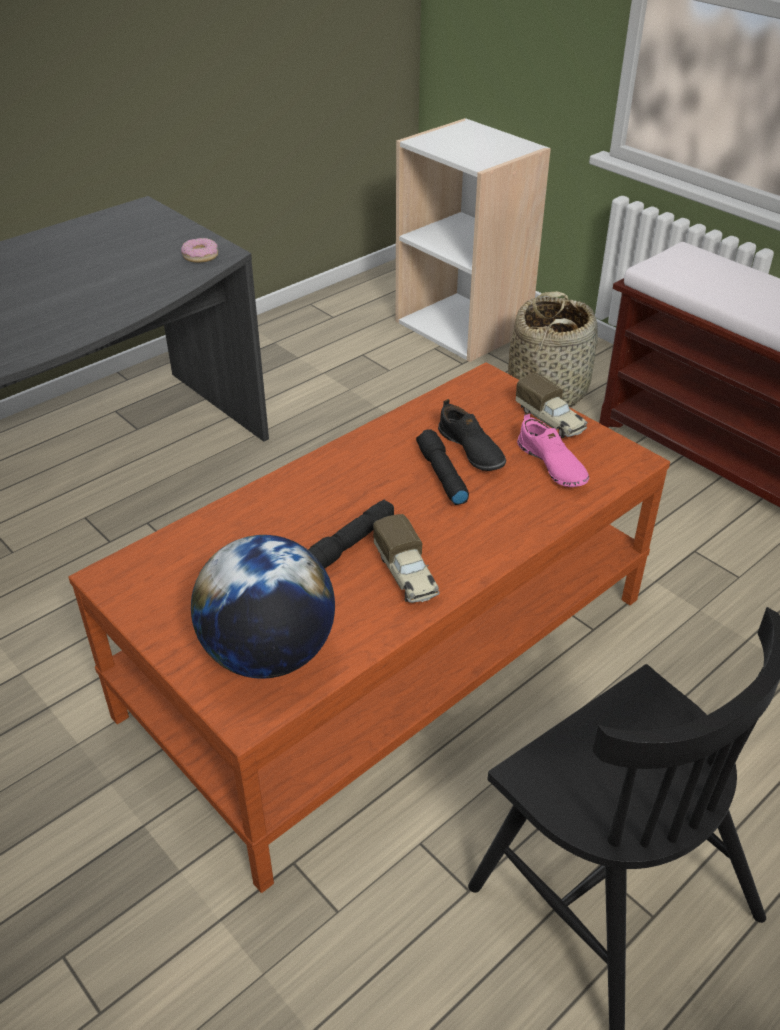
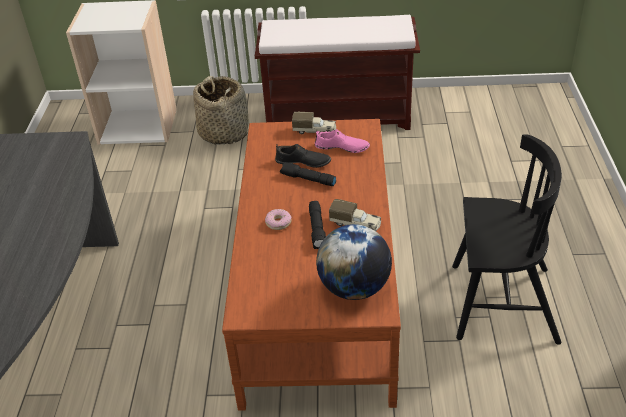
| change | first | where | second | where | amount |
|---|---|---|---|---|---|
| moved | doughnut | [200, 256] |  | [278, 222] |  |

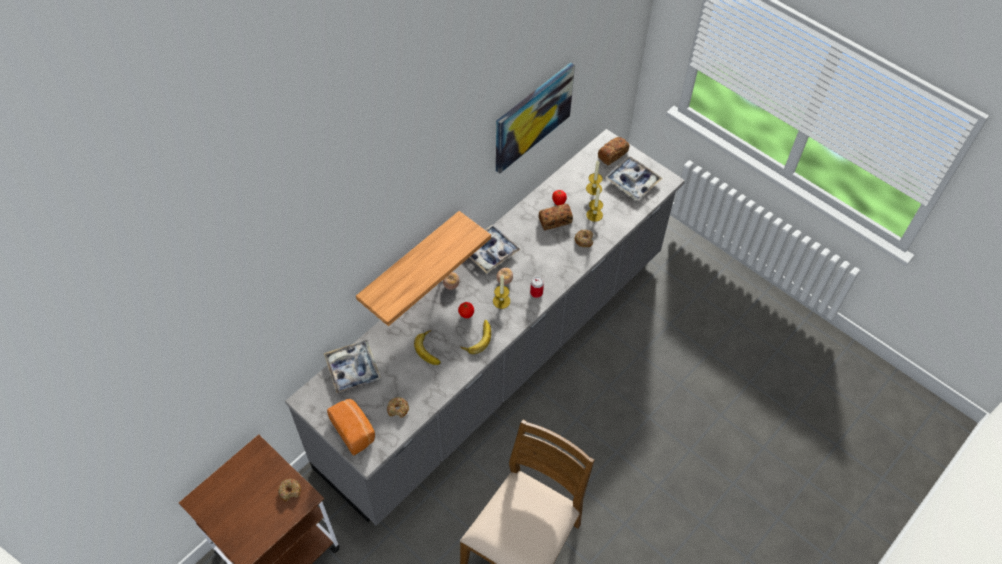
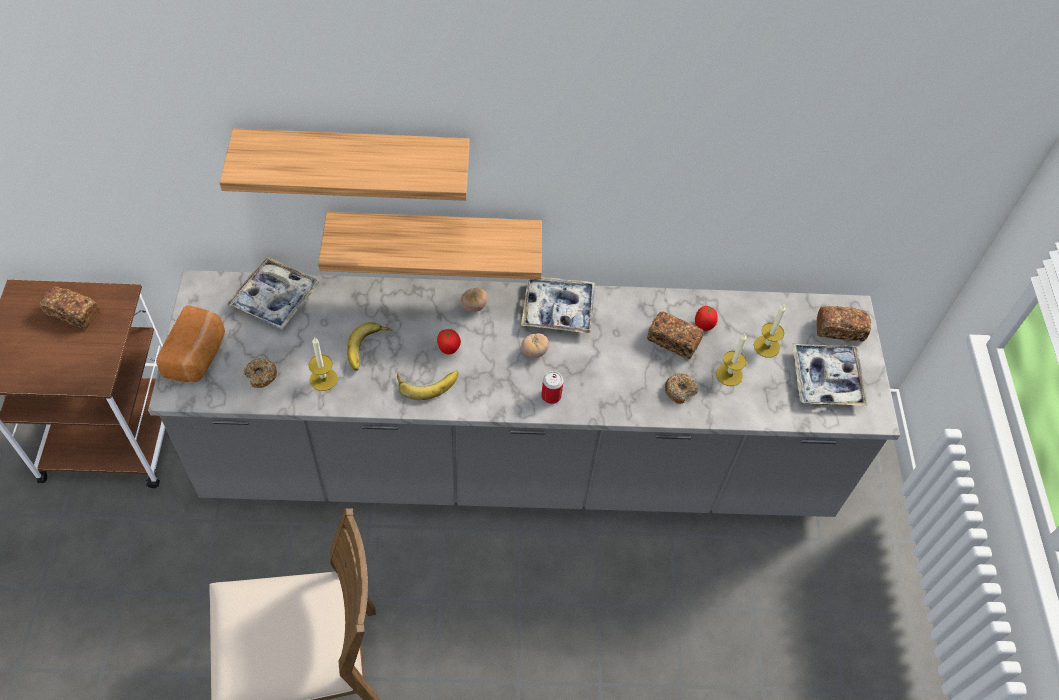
| change | first | where | second | where | amount |
|---|---|---|---|---|---|
| added |  |  | bread | [73, 313] |  |
| added |  |  | bracket shelf | [354, 158] |  |
| moved | wax candle | [501, 301] |  | [323, 379] |  |
| removed | doughnut | [290, 491] |  |  |  |
| removed | picture | [532, 117] |  |  |  |

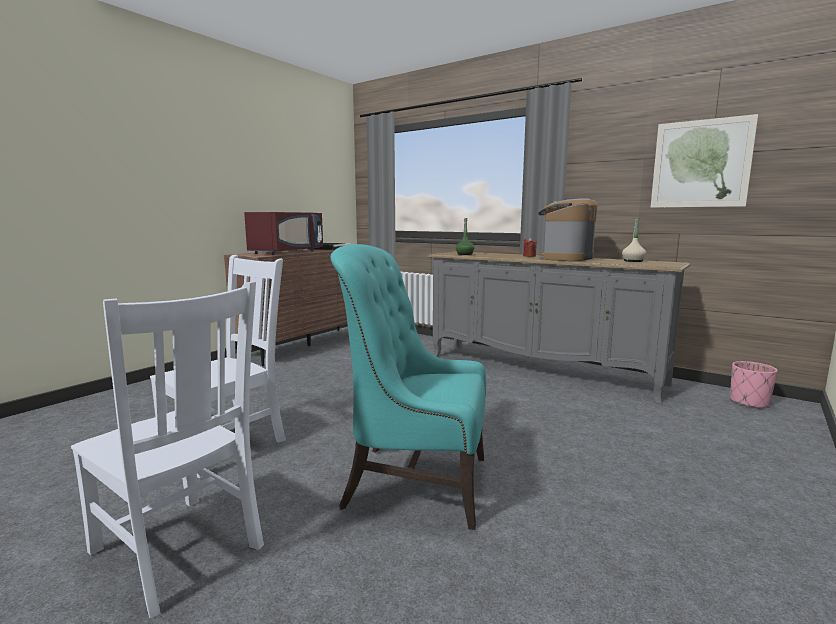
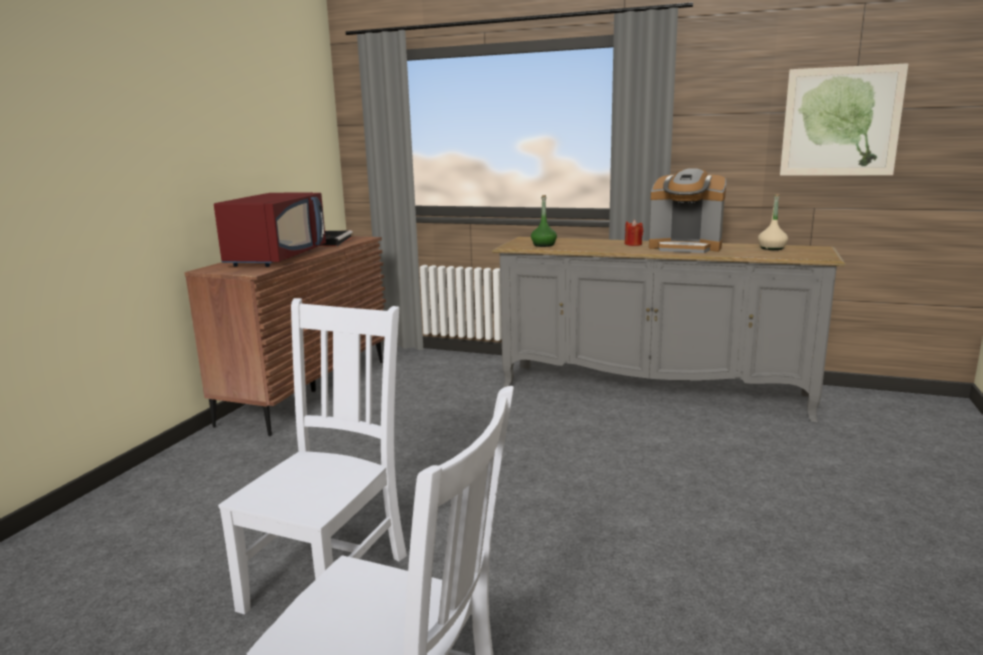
| change | first | where | second | where | amount |
|---|---|---|---|---|---|
| turned | coffee maker | [565, 258] |  | [685, 247] | 90 degrees counterclockwise |
| removed | turquoise upright chair | [414, 482] |  |  |  |
| removed | pink plant pot | [749, 402] |  |  |  |

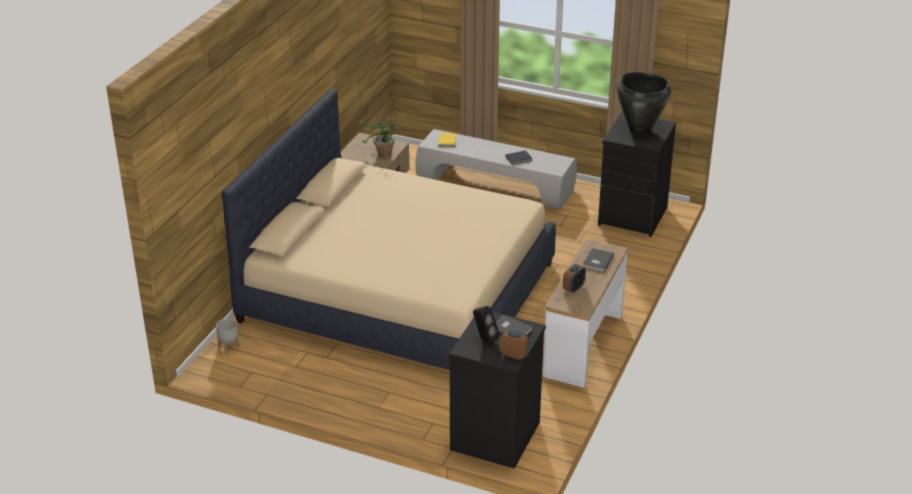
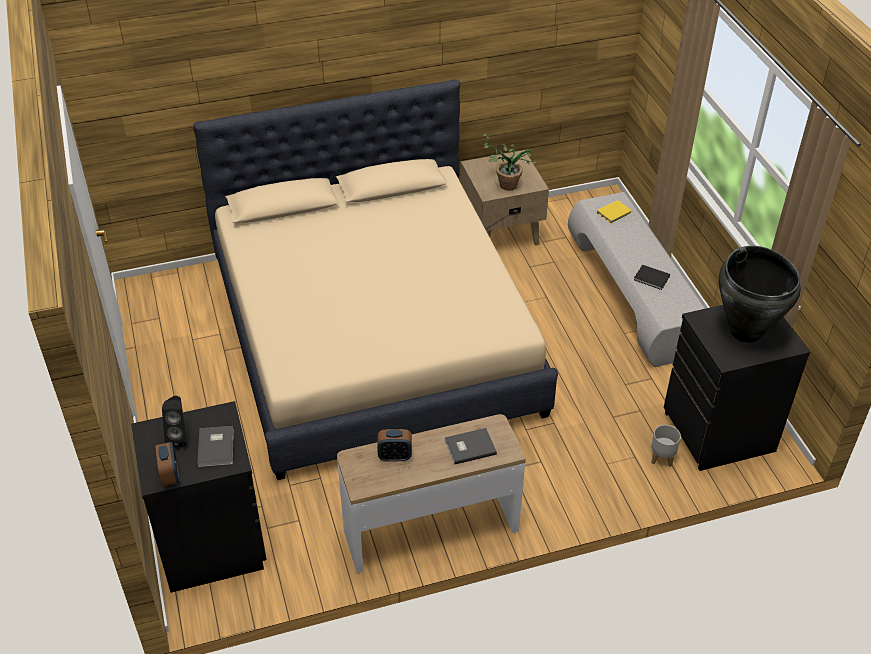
| change | first | where | second | where | amount |
|---|---|---|---|---|---|
| moved | grey plant pot | [229, 347] |  | [662, 458] |  |

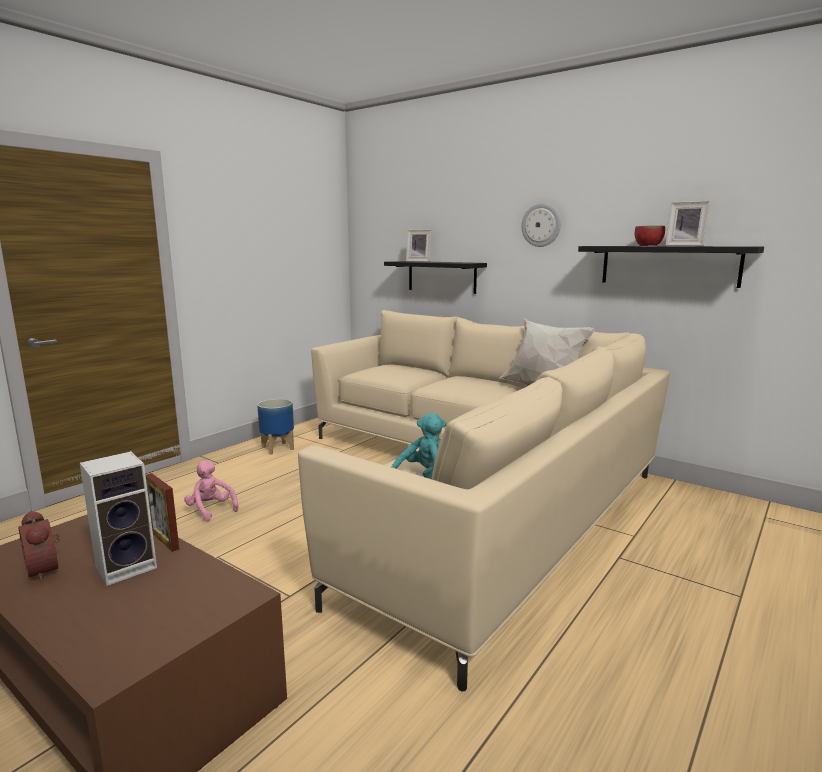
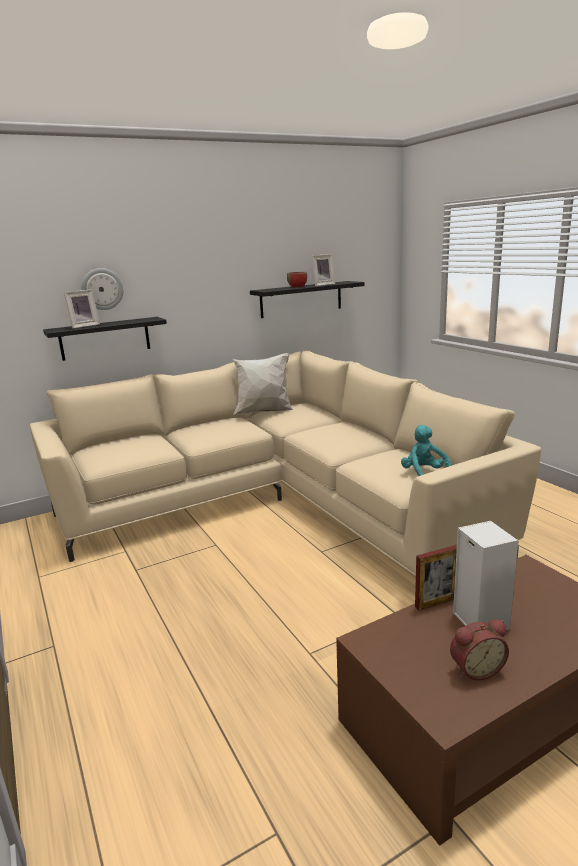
| change | first | where | second | where | amount |
|---|---|---|---|---|---|
| moved | clock on the wall | [541, 225] |  | [102, 289] |  |
| removed | pink soft toy | [211, 510] |  |  |  |
| removed | plant pot | [278, 448] |  |  |  |

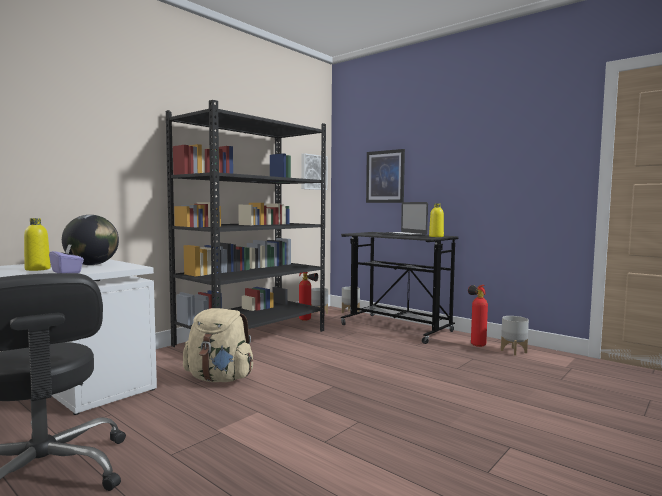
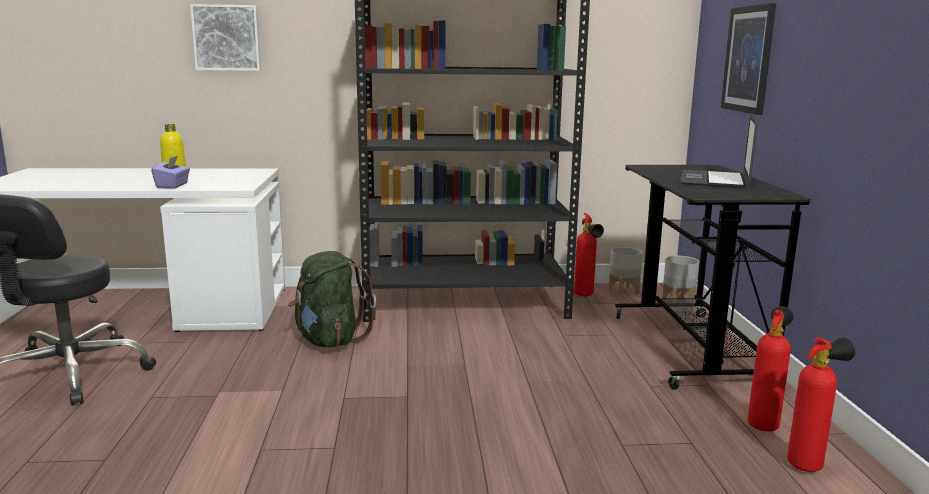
| change | first | where | second | where | amount |
|---|---|---|---|---|---|
| moved | picture | [313, 172] |  | [227, 38] |  |
| recoloured | beige knapsack | [219, 378] | green-coloured knapsack | [329, 340] |  |
| replaced | grey plant pot | [514, 351] | fire-fighting cylinder | [809, 464] |  |
| removed | world globe | [92, 265] |  |  |  |
| removed | yellowish bottle | [436, 236] |  |  |  |

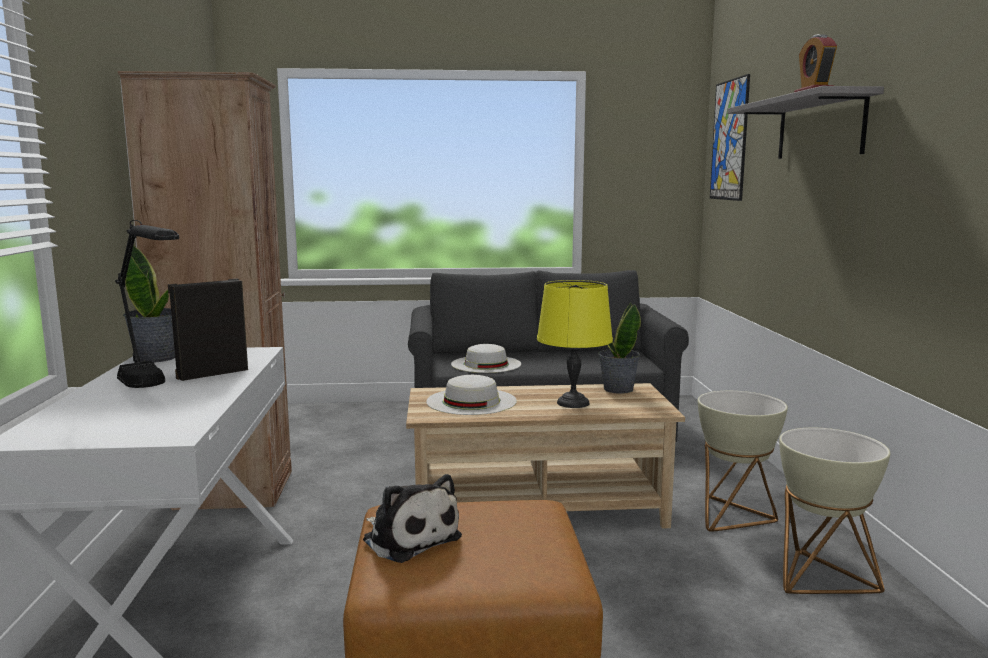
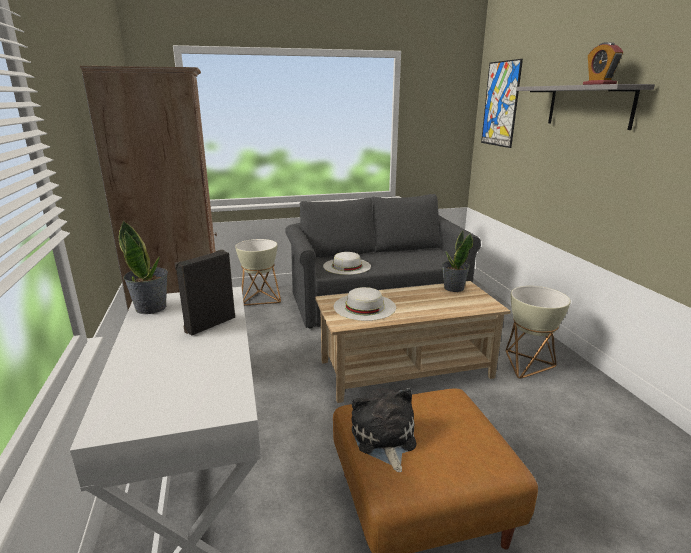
| change | first | where | second | where | amount |
|---|---|---|---|---|---|
| moved | plant pot | [821, 577] |  | [260, 299] |  |
| turned | soft toy | [409, 538] |  | [384, 438] | 135 degrees counterclockwise |
| removed | black-coloured lamp for a table | [153, 388] |  |  |  |
| removed | yellowish lamp for a table | [572, 403] |  |  |  |

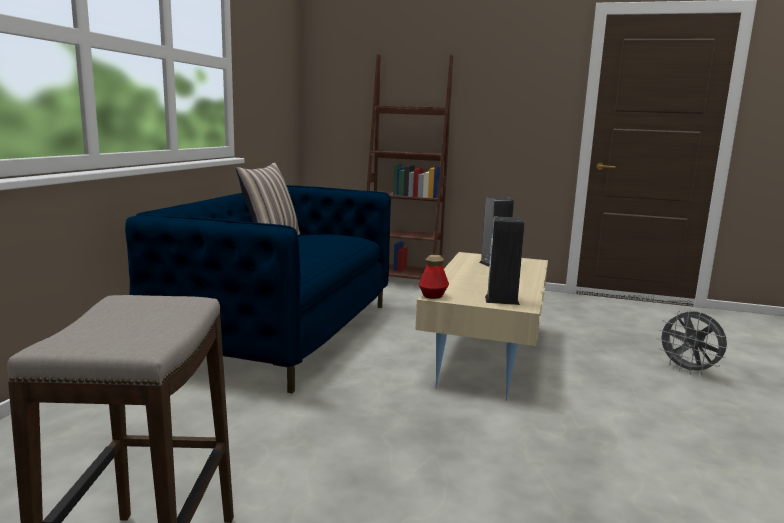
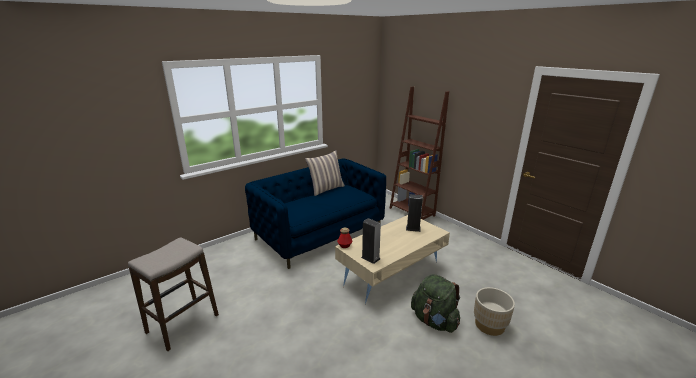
| change | first | where | second | where | amount |
|---|---|---|---|---|---|
| added |  |  | green-coloured knapsack | [434, 321] |  |
| replaced | grey electric fan | [688, 371] | beige plant pot | [489, 325] |  |

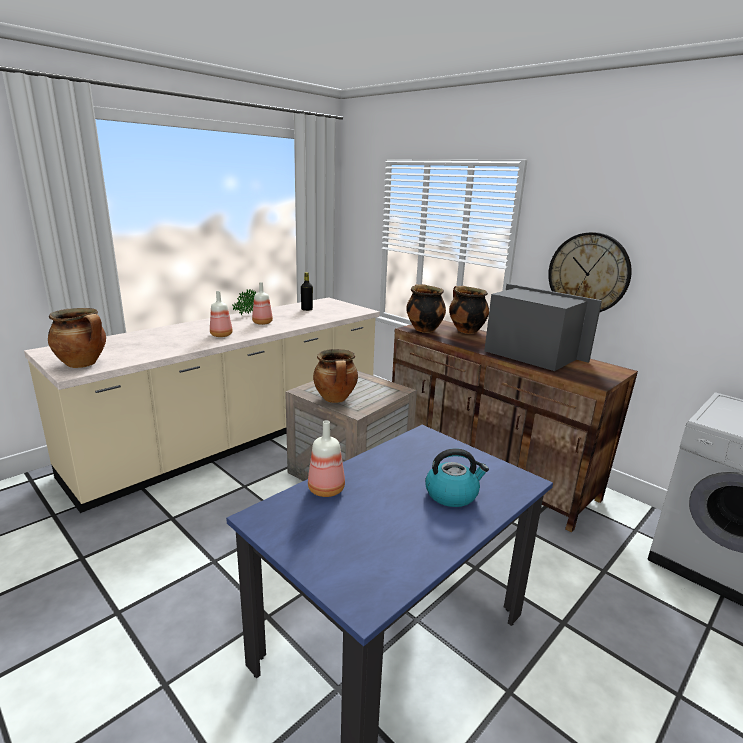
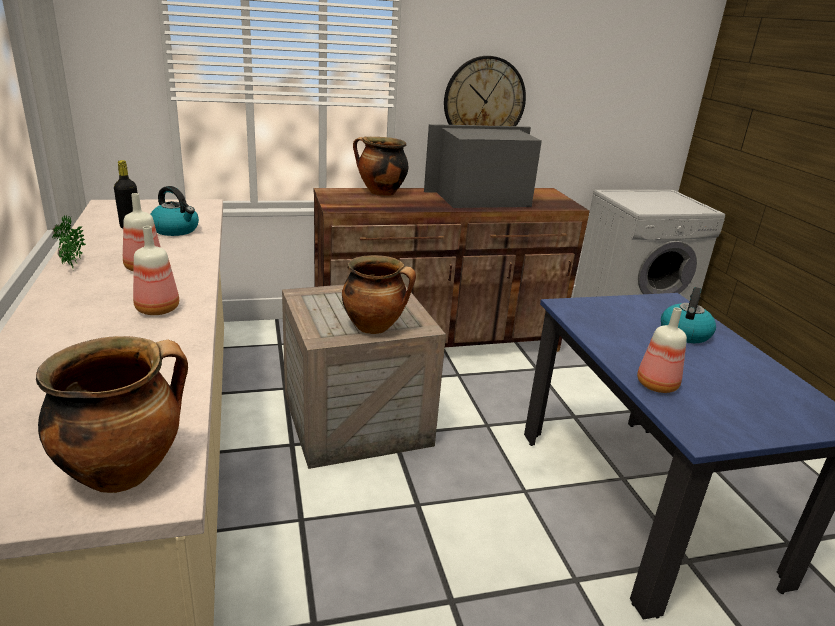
| change | first | where | second | where | amount |
|---|---|---|---|---|---|
| added |  |  | tea kettle | [176, 230] |  |
| removed | cooking pot | [423, 329] |  |  |  |

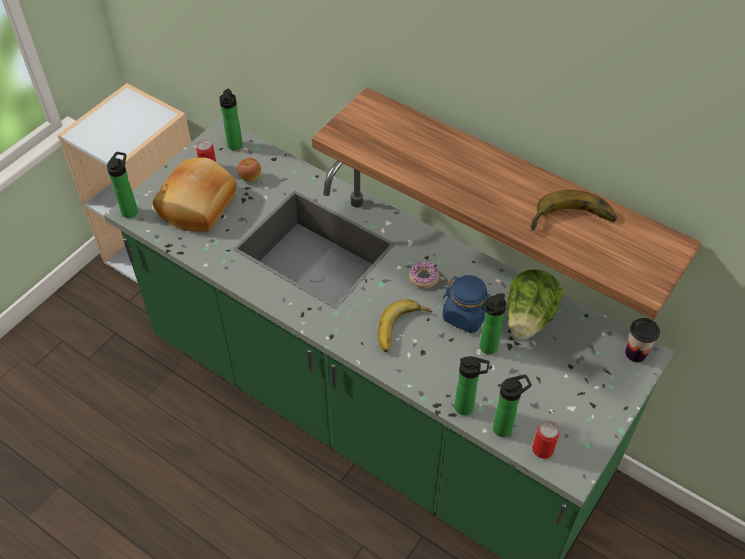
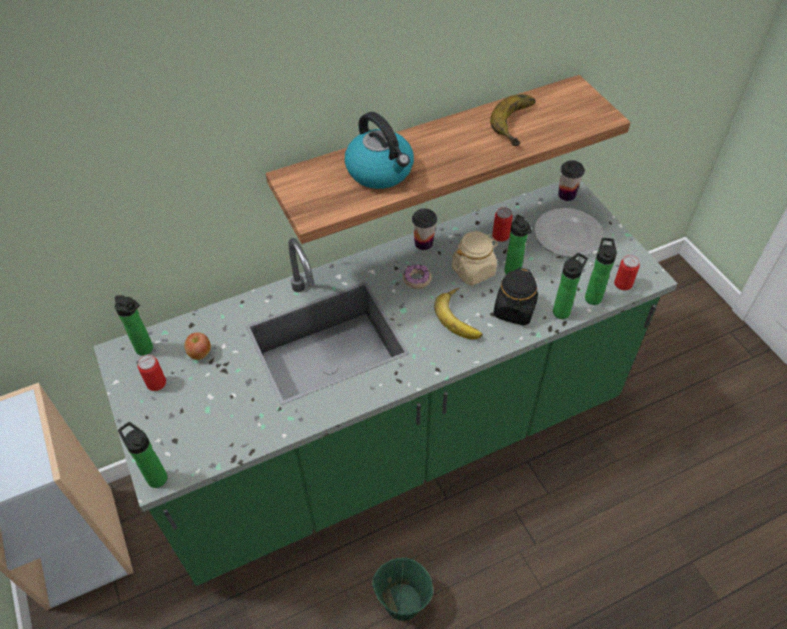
| change | first | where | second | where | amount |
|---|---|---|---|---|---|
| added |  |  | tea kettle | [381, 171] |  |
| added |  |  | green-coloured pail | [402, 601] |  |
| added |  |  | small cup | [423, 243] |  |
| recoloured | blue storage jar | [466, 316] | beige storage jar | [473, 271] |  |
| replaced | head of lettuce | [528, 319] | metal can | [500, 236] |  |
| added |  |  | black-coloured storage jar | [514, 310] |  |
| added |  |  | dinner plate | [569, 235] |  |
| removed | bread | [199, 206] |  |  |  |

